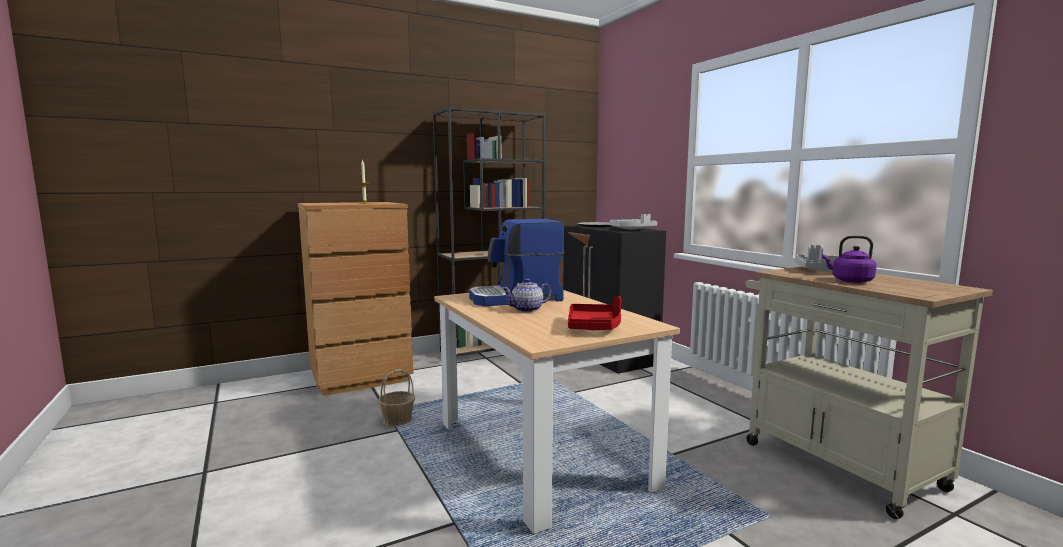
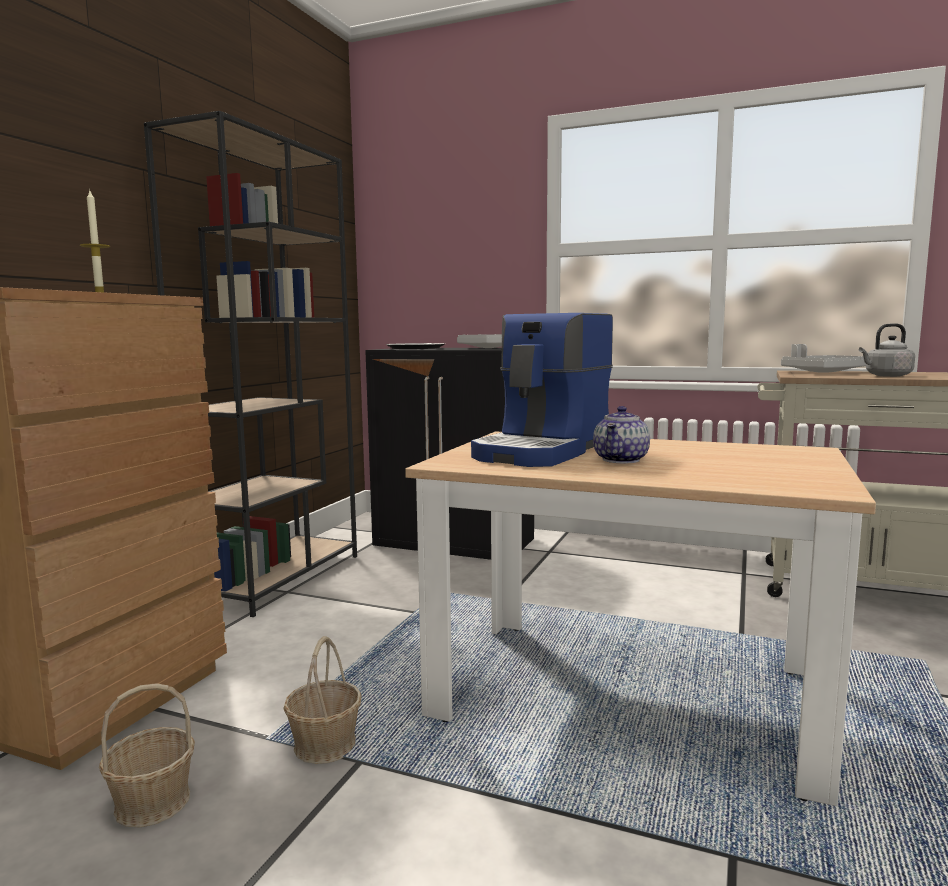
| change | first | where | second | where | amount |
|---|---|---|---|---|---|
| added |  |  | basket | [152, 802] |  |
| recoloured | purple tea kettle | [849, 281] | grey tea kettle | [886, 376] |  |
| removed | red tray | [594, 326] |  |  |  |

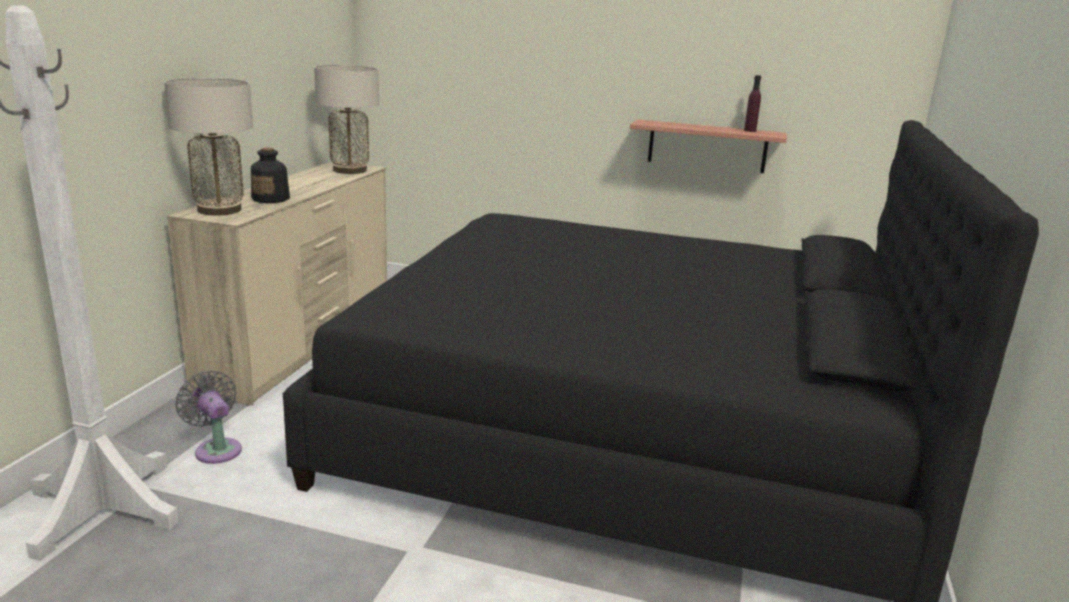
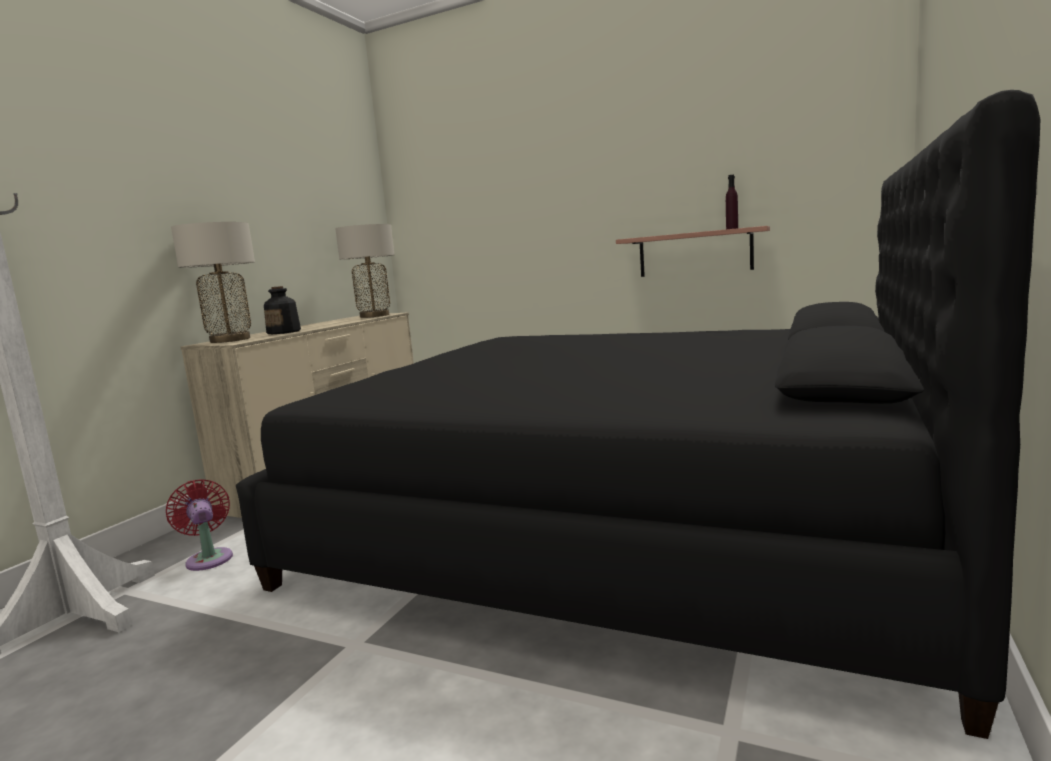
| change | first | where | second | where | amount |
|---|---|---|---|---|---|
| recoloured | grey electric fan | [216, 449] | red electric fan | [209, 558] |  |

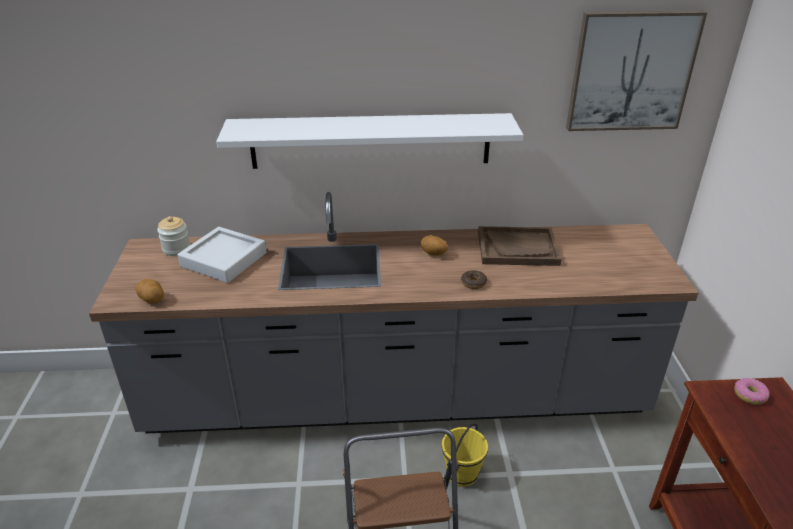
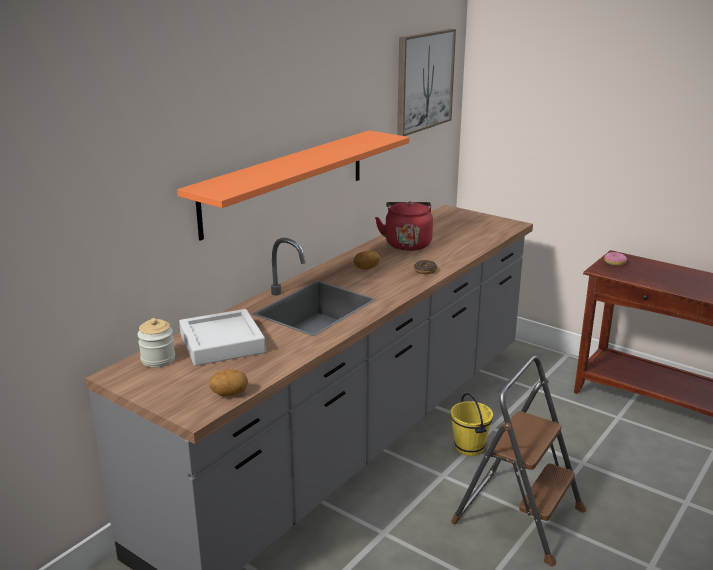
| change | first | where | second | where | amount |
|---|---|---|---|---|---|
| recoloured | white-coloured bracket shelf | [370, 141] | orange bracket shelf | [286, 181] |  |
| replaced | brownish tray | [517, 248] | red tea kettle | [407, 244] |  |

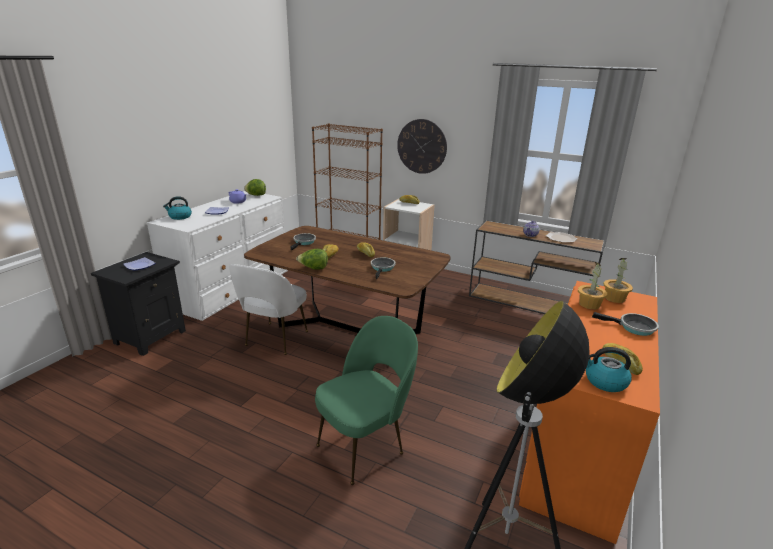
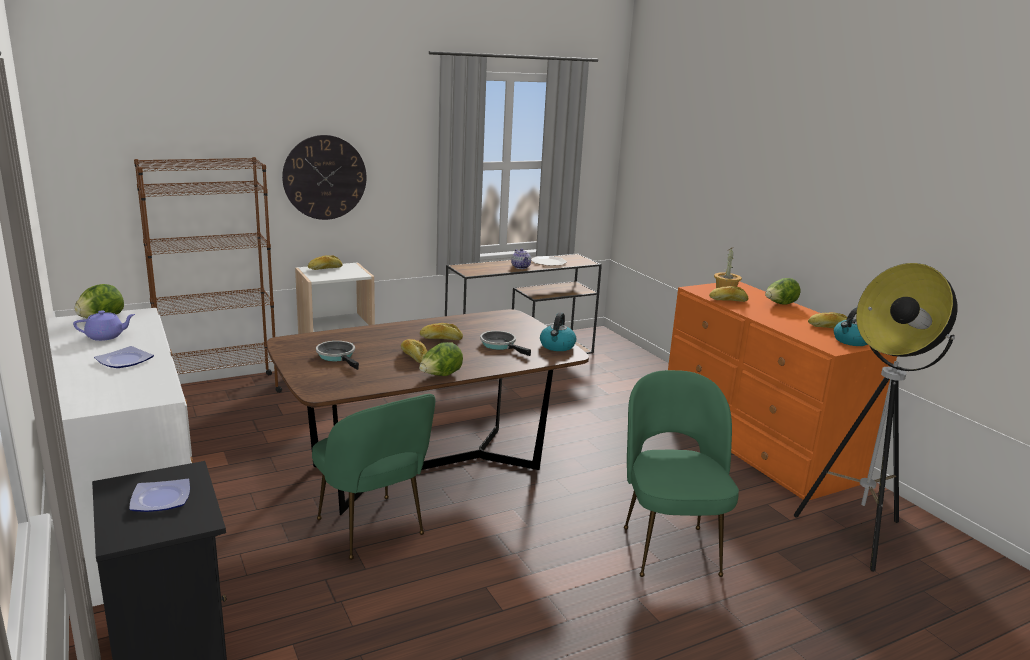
| change | first | where | second | where | amount |
|---|---|---|---|---|---|
| recoloured | white-coloured upright chair | [274, 341] | green-coloured upright chair | [373, 532] |  |
| moved | tea kettle | [180, 217] |  | [557, 346] |  |
| replaced | plant in a pot | [589, 304] | bread | [728, 300] |  |
| replaced | frying pan | [633, 327] | head of lettuce | [780, 304] |  |

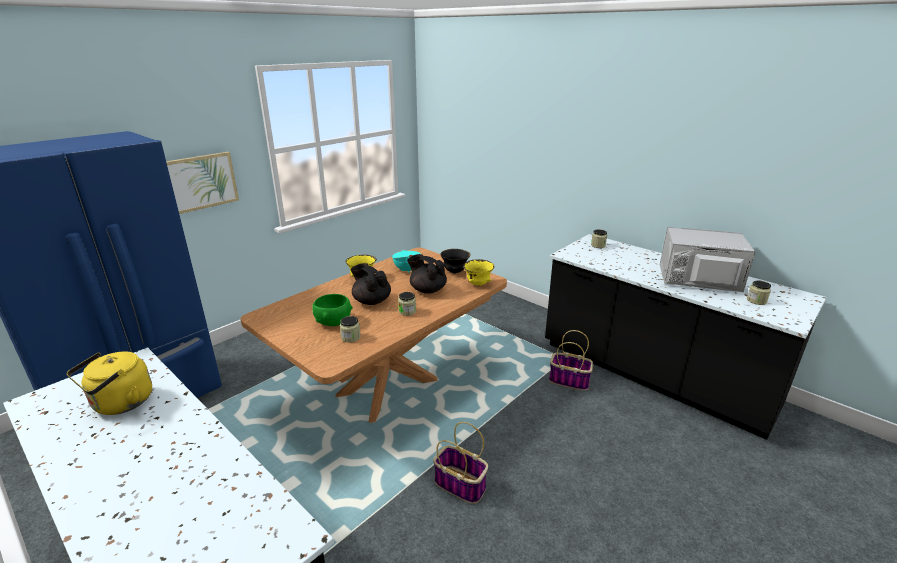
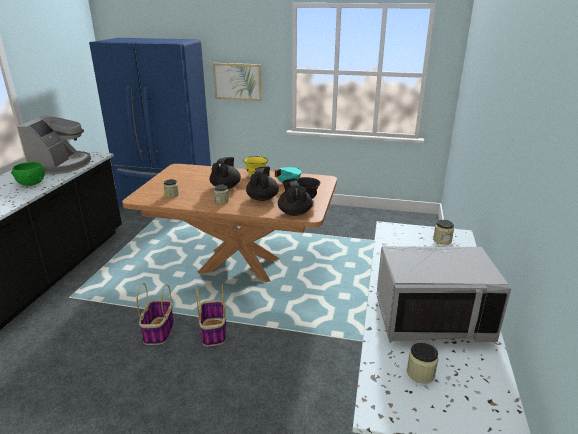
| change | first | where | second | where | amount |
|---|---|---|---|---|---|
| moved | green-coloured deep dish | [333, 322] |  | [31, 183] |  |
| replaced | yellowish tea kettle | [120, 404] | coffee maker | [61, 165] |  |
| moved | basket | [569, 381] |  | [214, 332] |  |
| replaced | yellowish deep dish | [478, 284] | black-coloured teapot | [294, 212] |  |
| turned | grey kitchen microwave | [698, 279] |  | [432, 318] | 105 degrees clockwise |

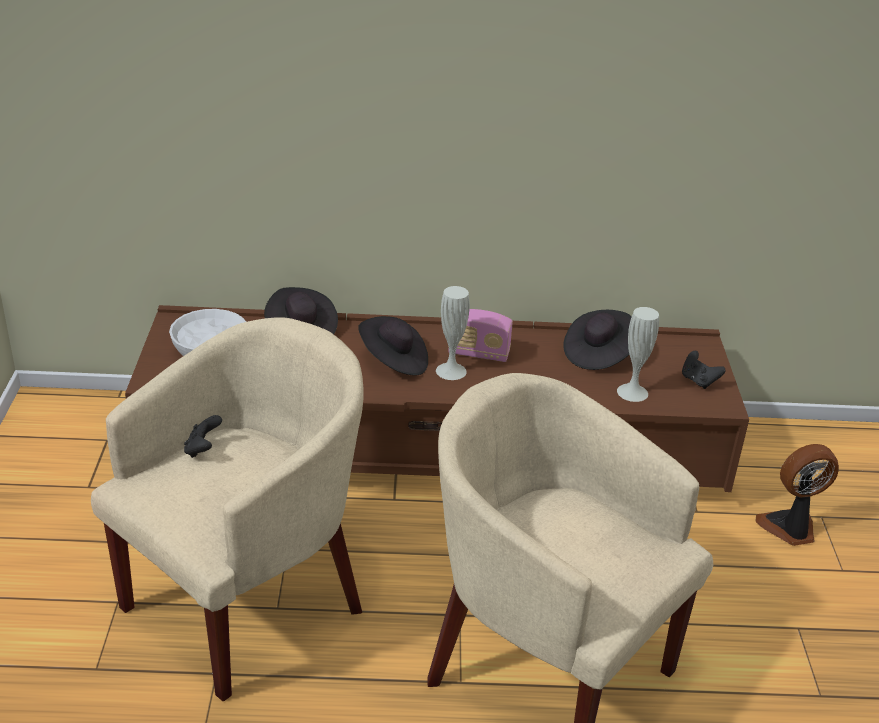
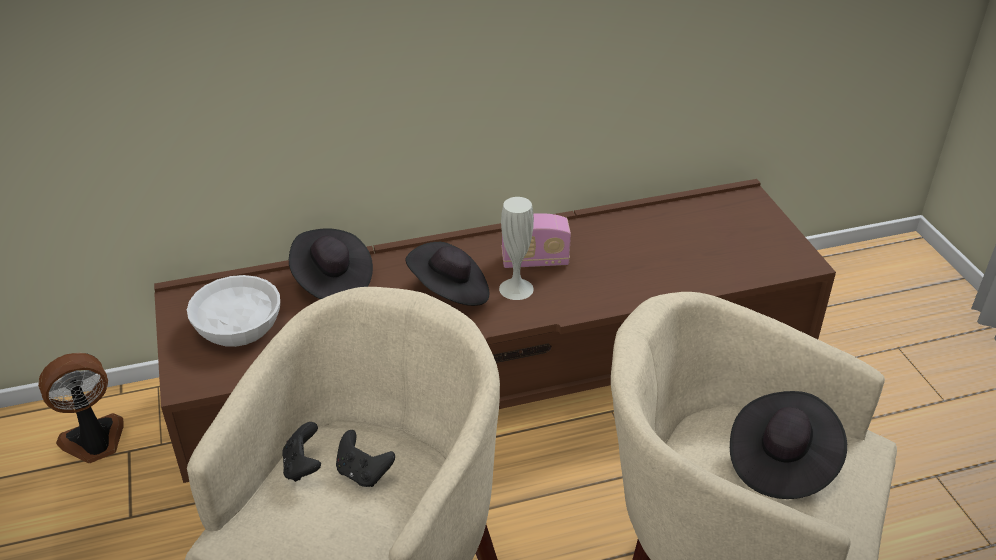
| change | first | where | second | where | amount |
|---|---|---|---|---|---|
| moved | electric fan | [790, 528] |  | [94, 442] |  |
| moved | black-coloured gamepad | [698, 381] |  | [363, 473] |  |
| moved | black-coloured hat | [598, 354] |  | [781, 461] |  |
| removed | white-coloured flower vase | [632, 392] |  |  |  |

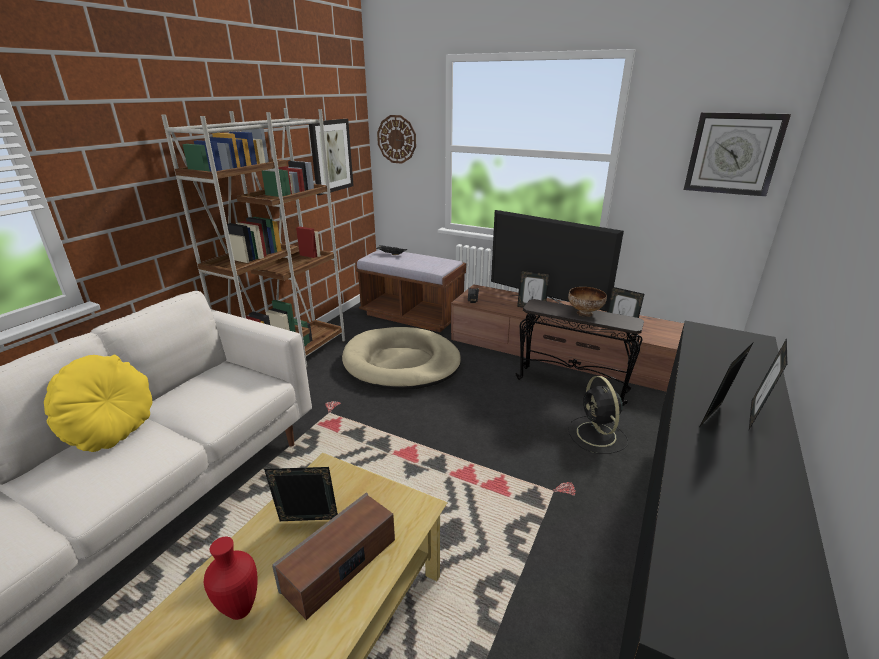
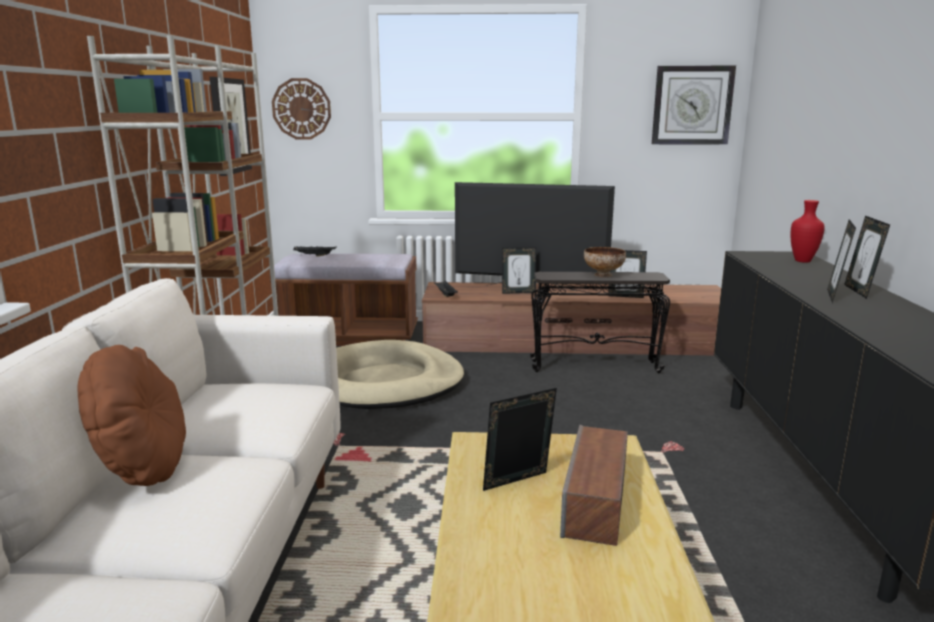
| change | first | where | second | where | amount |
|---|---|---|---|---|---|
| recoloured | yellowish pillow | [114, 434] | brownish pillow | [144, 472] |  |
| moved | red flower vase | [239, 610] |  | [802, 261] |  |
| removed | black-coloured electric fan | [597, 435] |  |  |  |

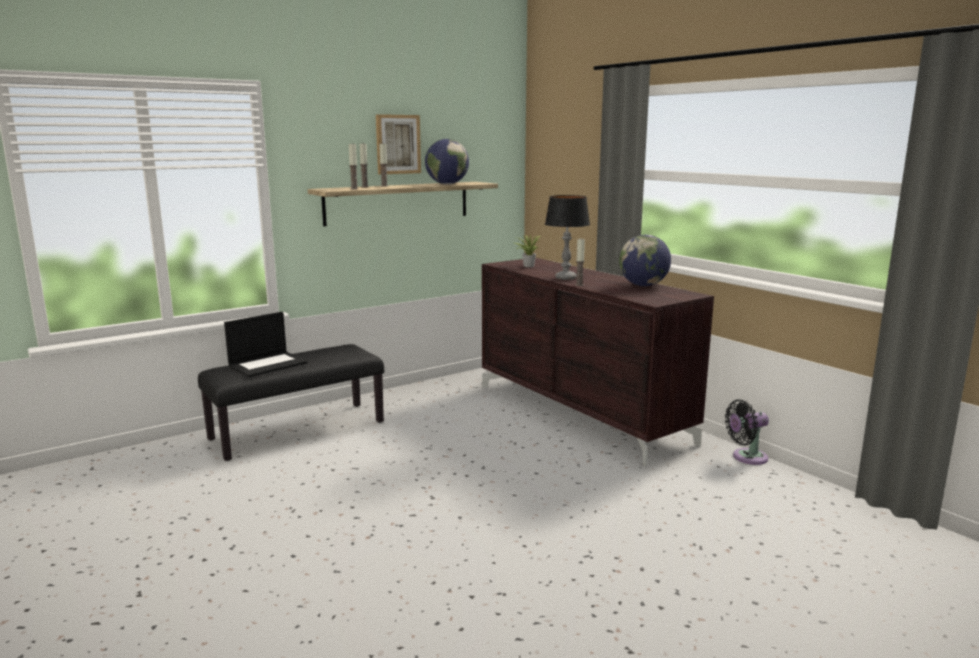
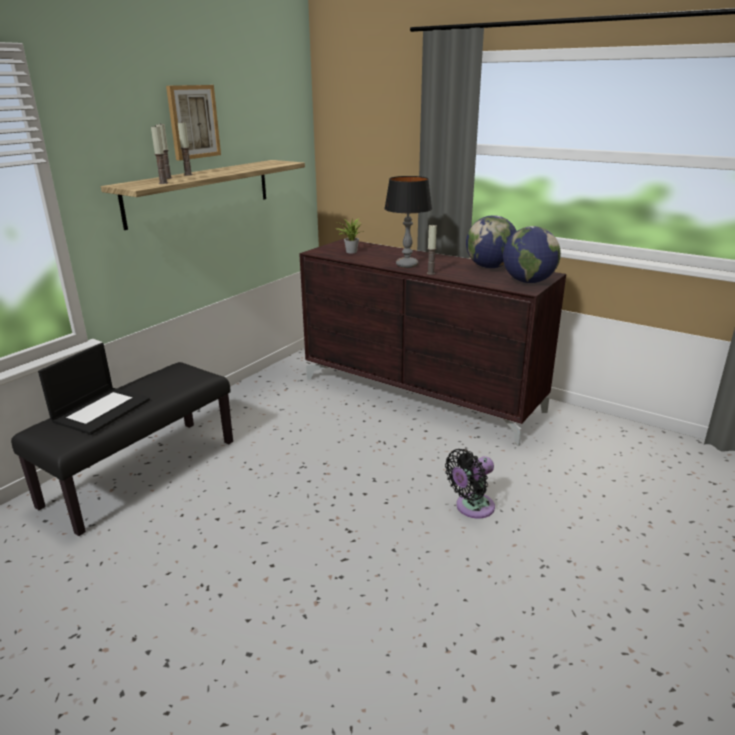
| change | first | where | second | where | amount |
|---|---|---|---|---|---|
| moved | black-coloured electric fan | [746, 457] |  | [471, 507] |  |
| moved | world globe | [447, 184] |  | [528, 282] |  |

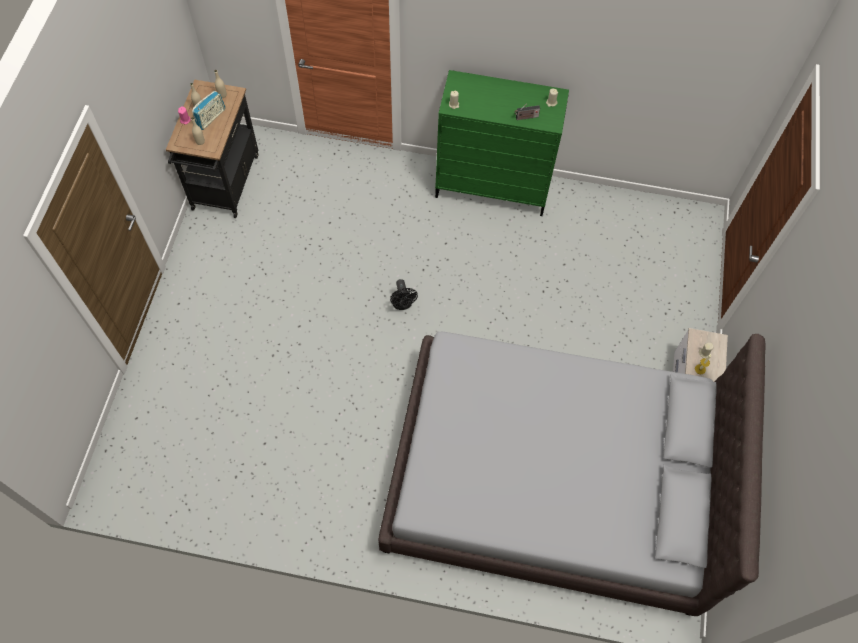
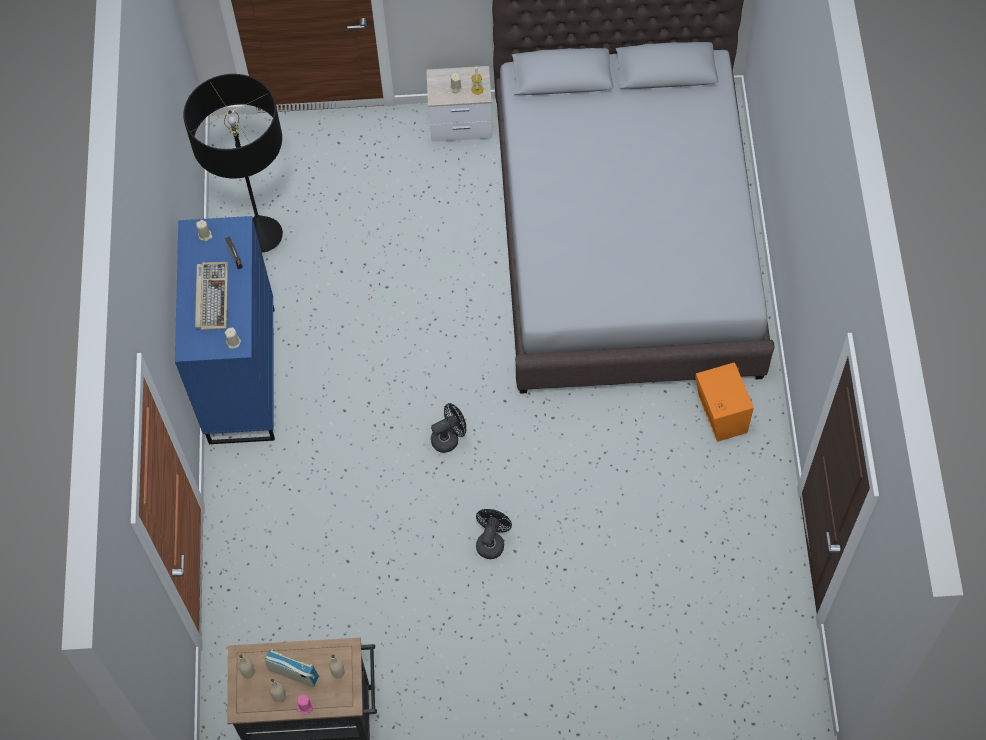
| change | first | where | second | where | amount |
|---|---|---|---|---|---|
| recoloured | green-coloured dresser | [492, 187] | blue dresser | [241, 375] |  |
| added |  |  | black-coloured standard lamp | [262, 237] |  |
| added |  |  | keyboard | [211, 297] |  |
| added |  |  | black-coloured electric fan | [491, 541] |  |
| added |  |  | orange loudspeaker | [720, 416] |  |

